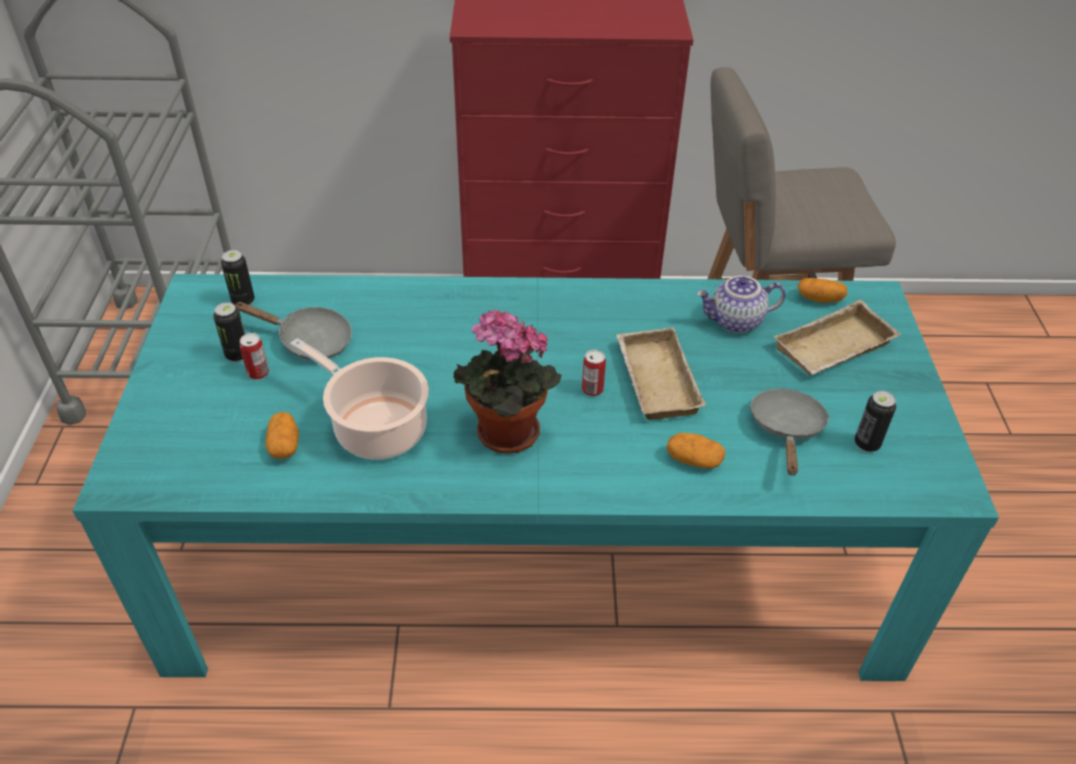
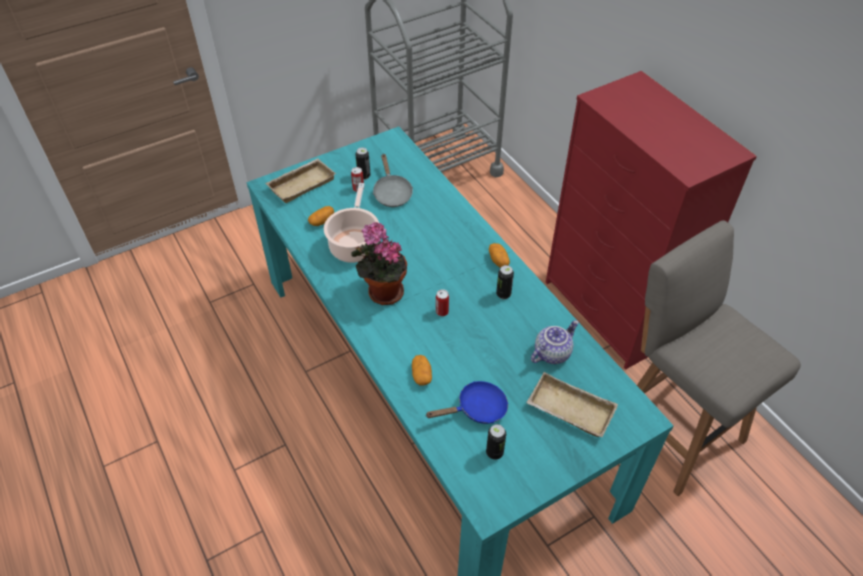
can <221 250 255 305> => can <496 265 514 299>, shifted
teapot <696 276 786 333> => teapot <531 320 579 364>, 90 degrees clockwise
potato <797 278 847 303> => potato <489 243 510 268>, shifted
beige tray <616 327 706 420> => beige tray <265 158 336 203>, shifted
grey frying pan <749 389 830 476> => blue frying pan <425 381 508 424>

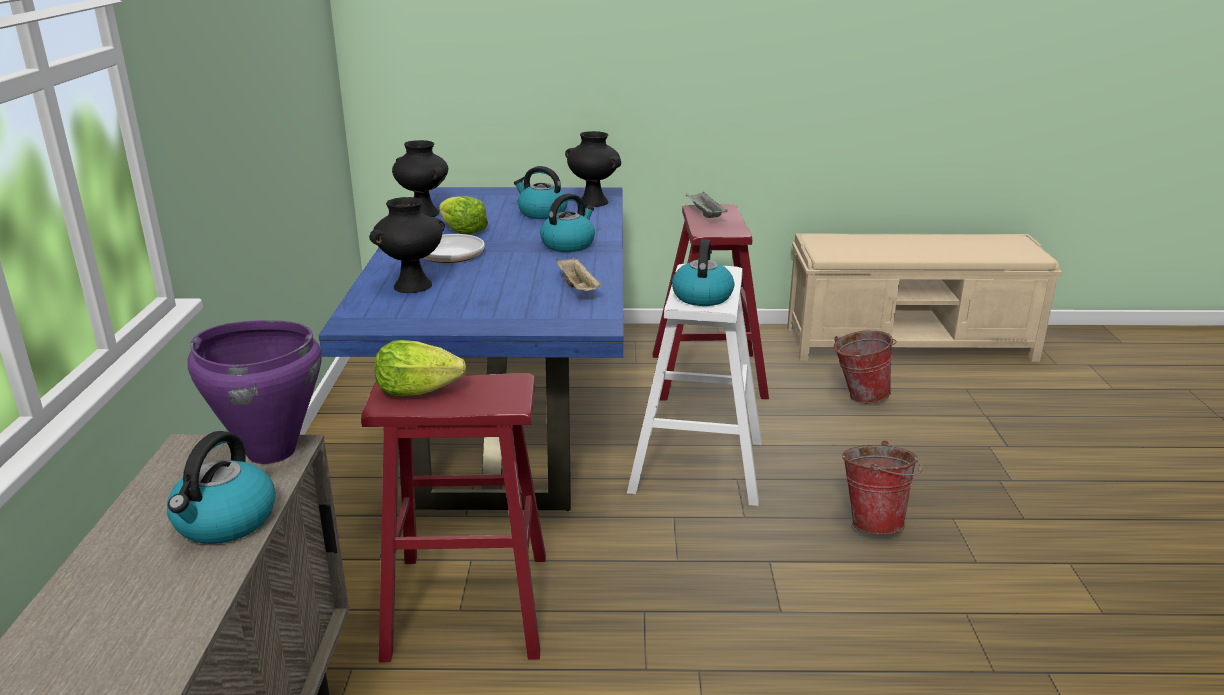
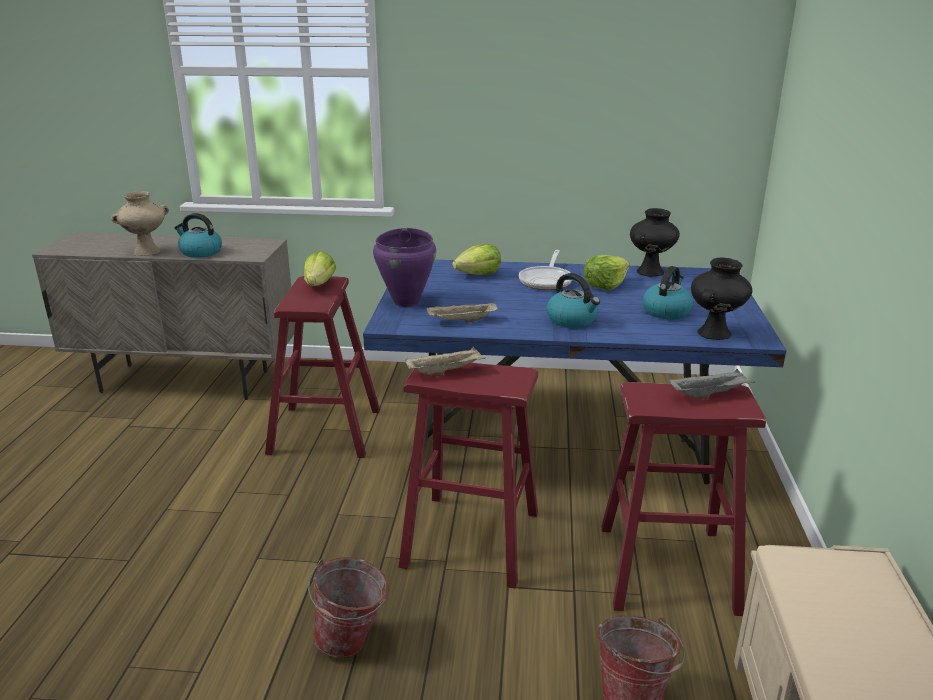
black vase <369 197 445 293> => lettuce <452 244 501 275>
kettle <672 239 734 306> => beige tray <405 347 486 376>
white stool <627 264 762 506> => red stool <399 362 538 589>
purple cooking pot <187 320 322 464> => purple cooking pot <373 228 436 307>, shifted
nothing => beige vase <111 191 169 256>

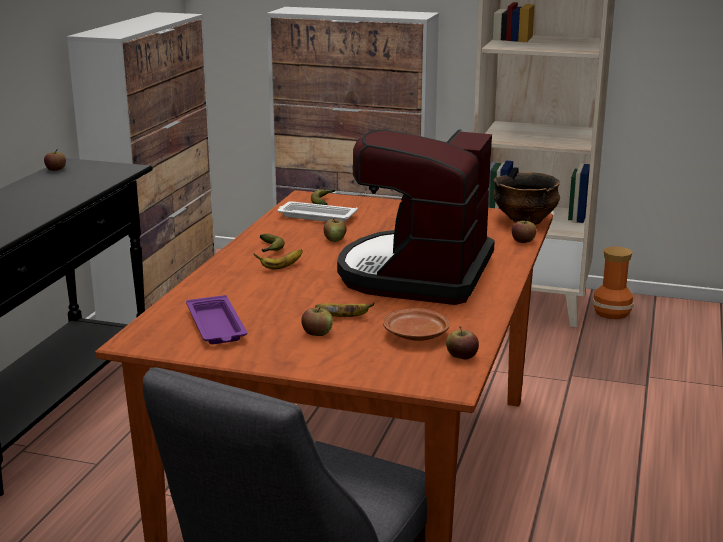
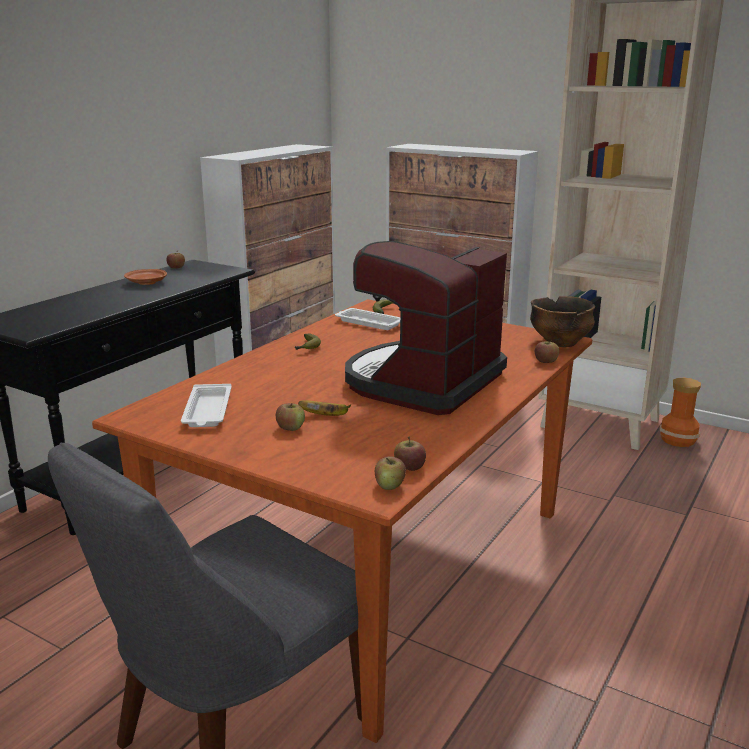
apple <324 218 346 242> => apple <375 456 406 490>, shifted
banana <254 249 303 270> => nothing
purple tray <186 295 247 344> => white tray <181 384 232 427>
brown plate <383 308 450 341> => brown plate <124 269 167 285>, shifted

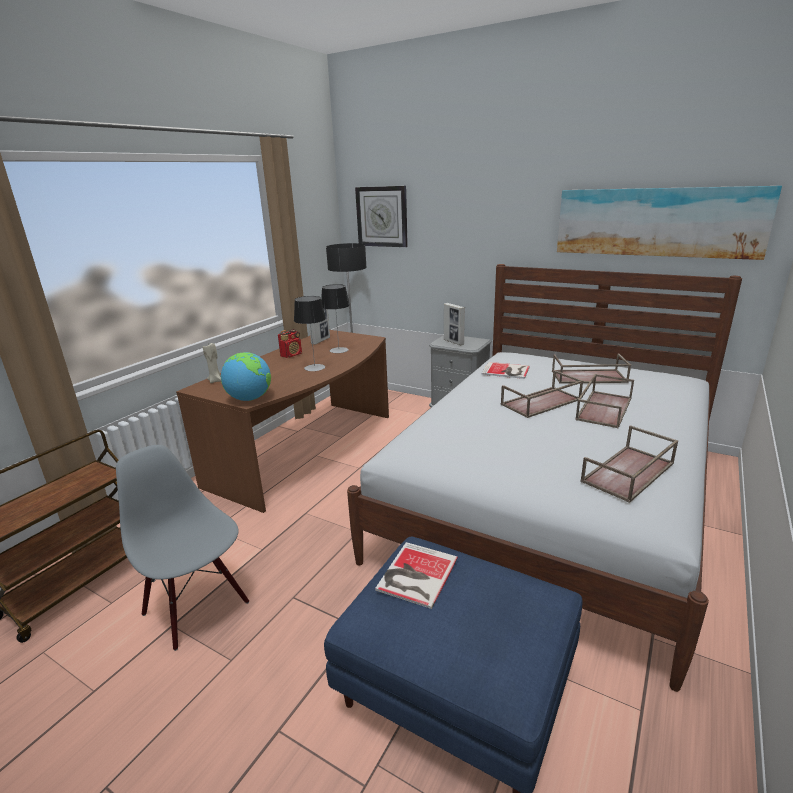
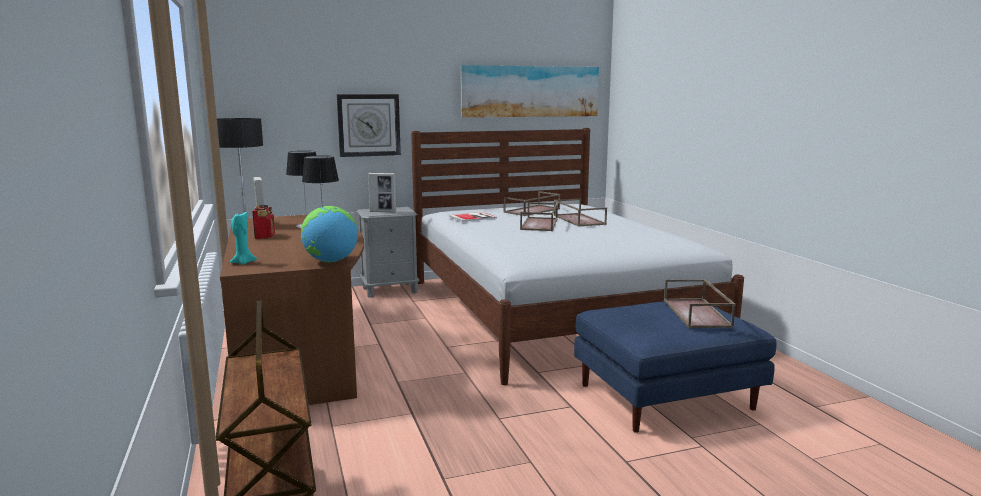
wall clock <355 186 408 247> => wall clock <337 94 401 157>, shifted
beige candle <203 343 221 383> => turquoise candle <230 212 257 265>
brown tray <580 425 678 503> => brown tray <664 279 736 328>, shifted
grey chair <116 445 249 651> => nothing
book <375 542 458 609> => nothing

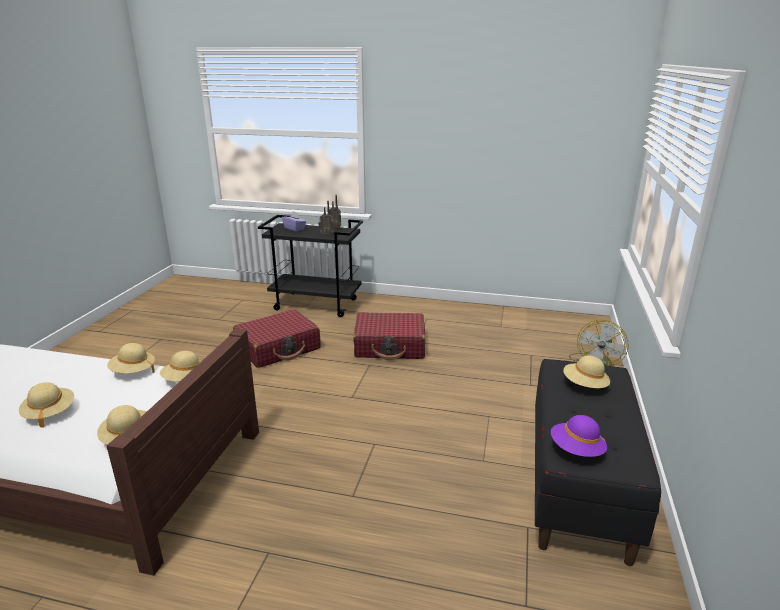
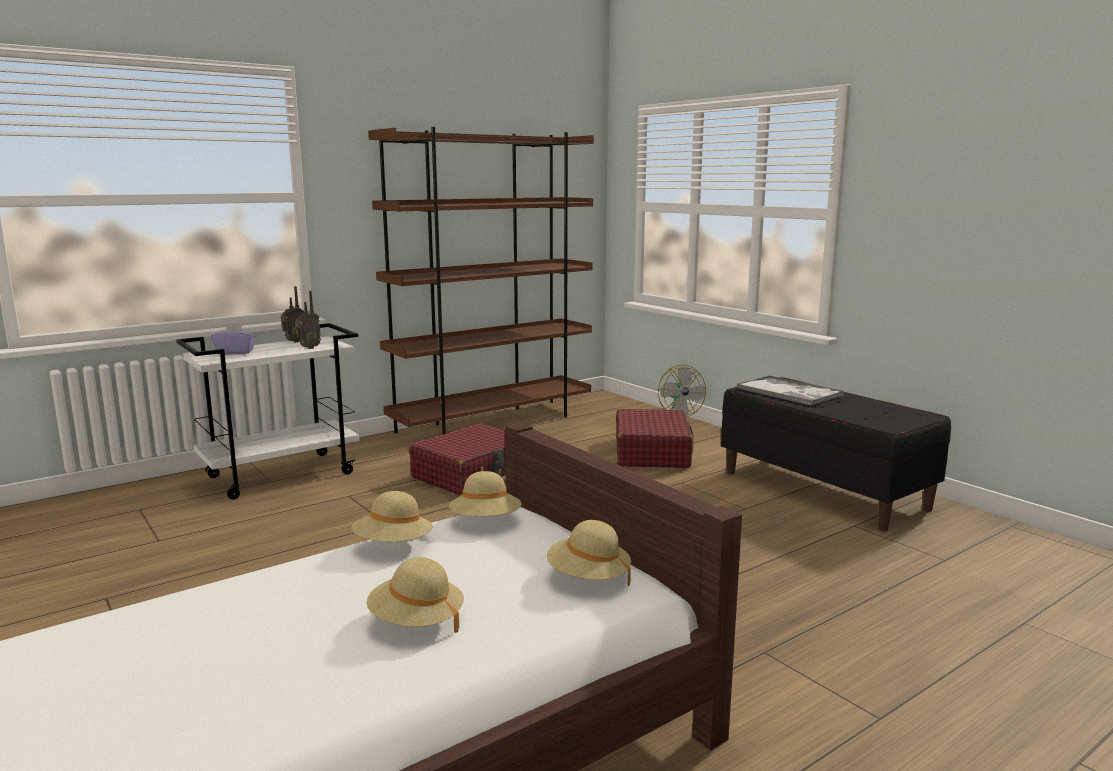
black cart <258 215 363 317> => white cart <176 323 360 500>
red suitcase <233 309 321 368> => red suitcase <616 409 694 468>, shifted
beige hat <563 356 610 388> => tray <737 375 844 406>
purple hat <551 415 607 457> => nothing
nothing => brown bookcase <368 127 594 435>

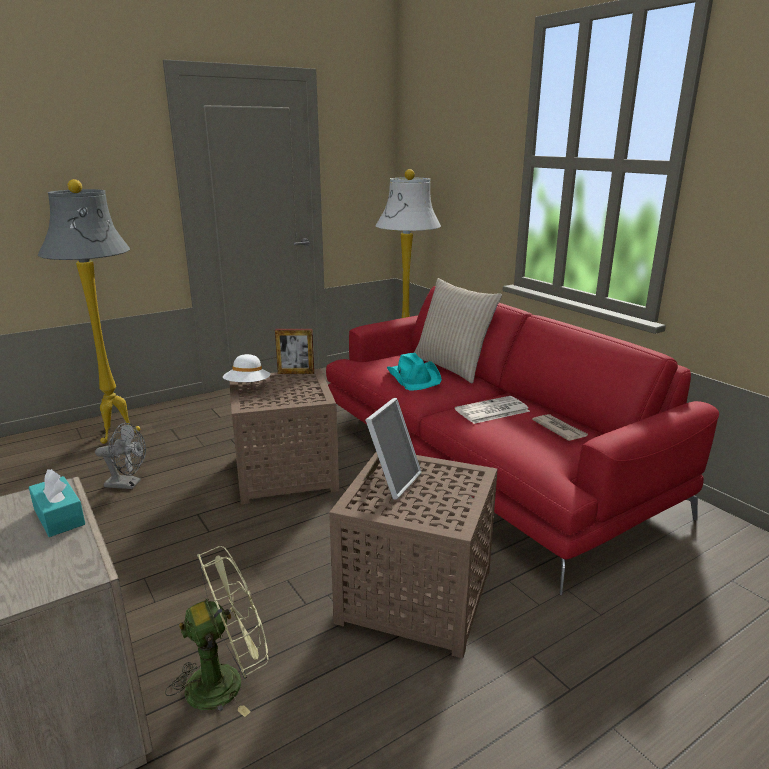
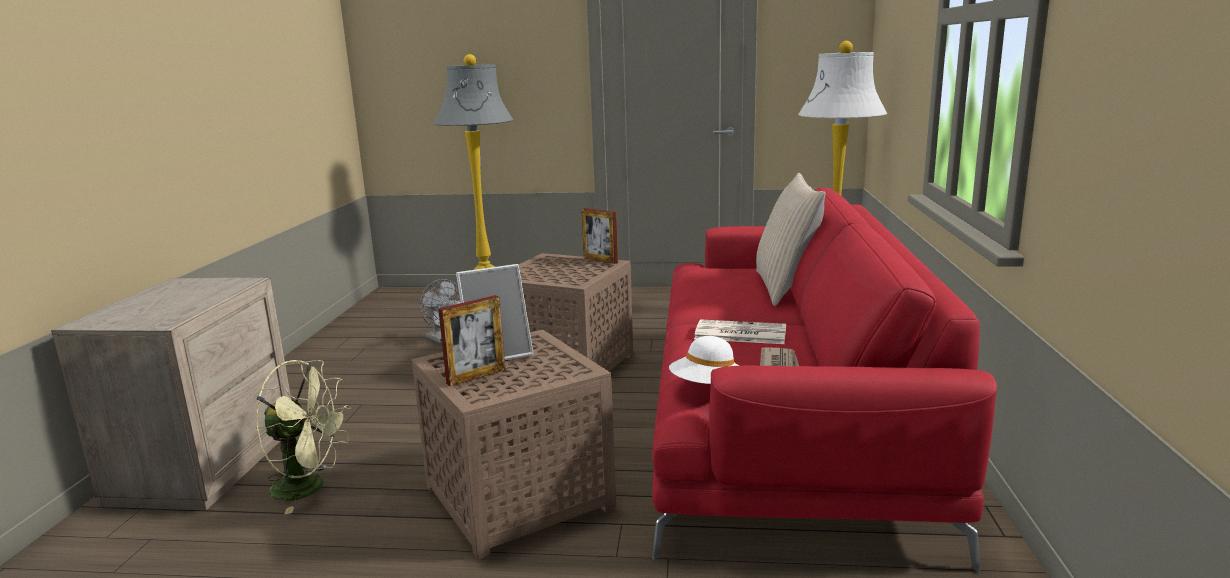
turquoise hat <387 353 442 391> => nothing
white hat <223 354 271 382> => white hat <669 336 739 384>, shifted
turquoise tissue box <29 469 85 537> => nothing
nothing => picture frame <438 295 506 386>

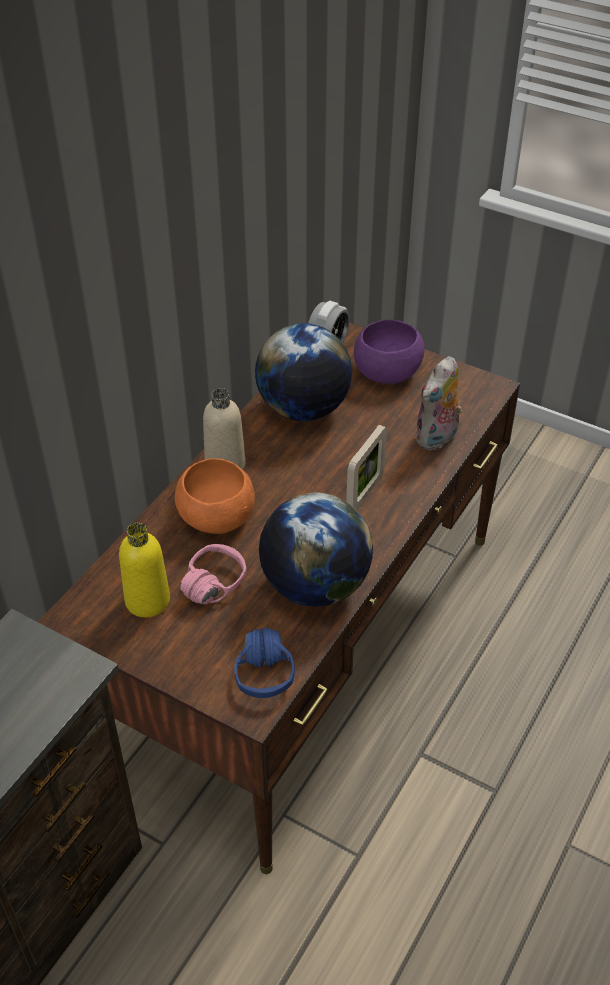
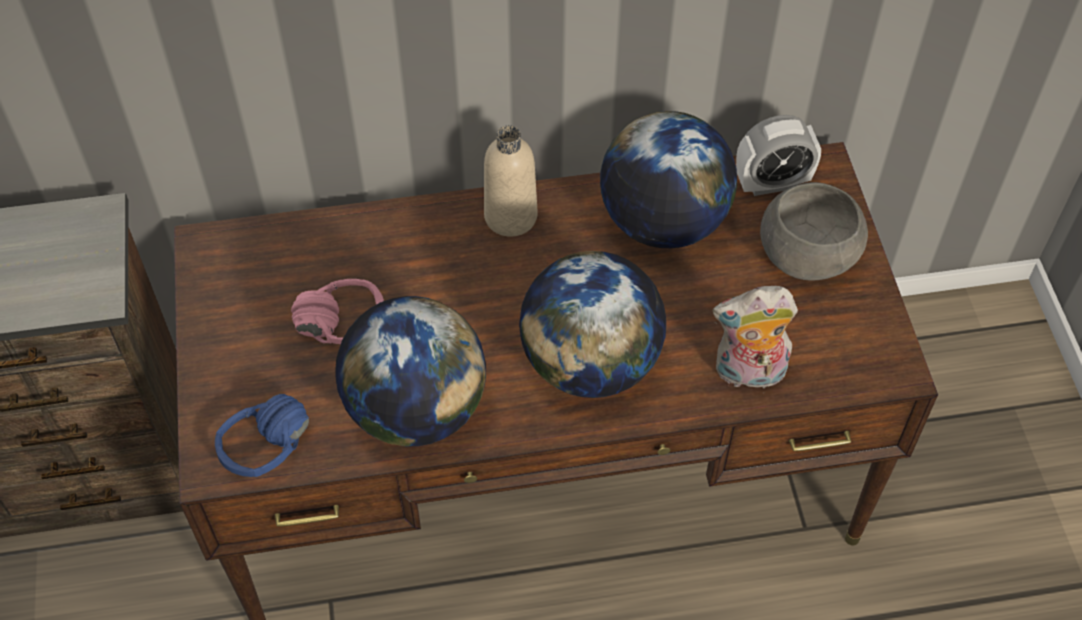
purple bowl <354 320 425 384> => grey bowl <760 182 868 280>
picture frame <346 425 387 510> => globe <519 251 666 398>
orange bowl <175 458 255 534> => nothing
yellow bottle <119 523 170 618> => nothing

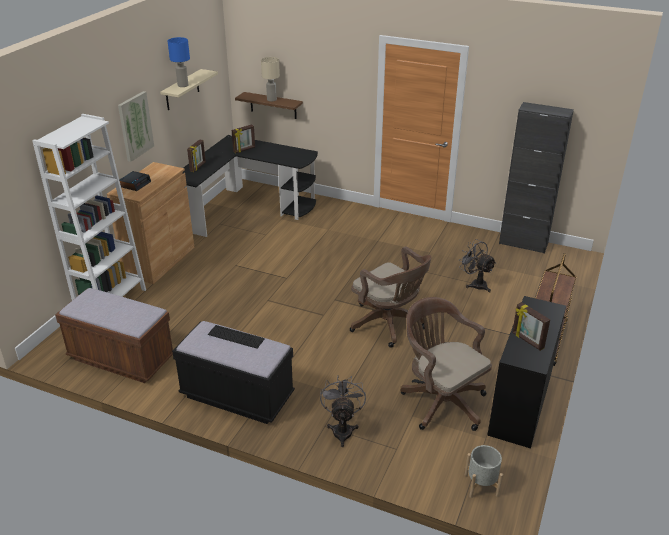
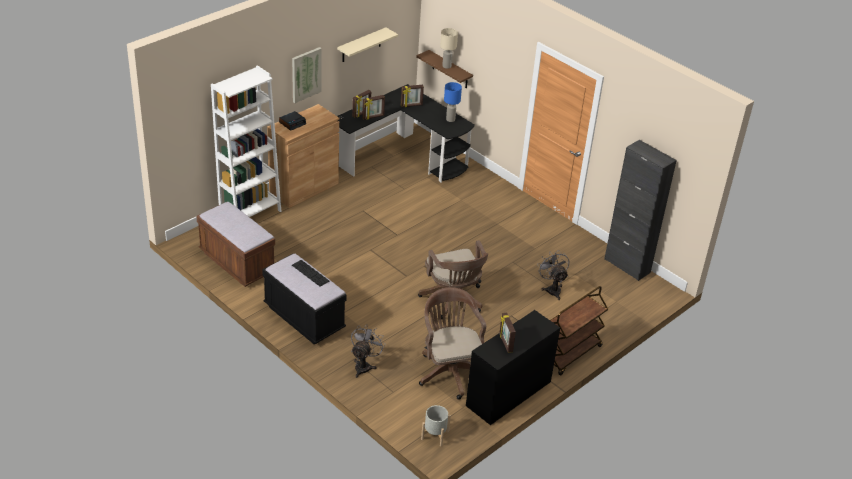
blue table lamp <168 37 190 87> => blue table lamp <444 82 462 122>, shifted
nothing => picture frame <362 95 385 120>

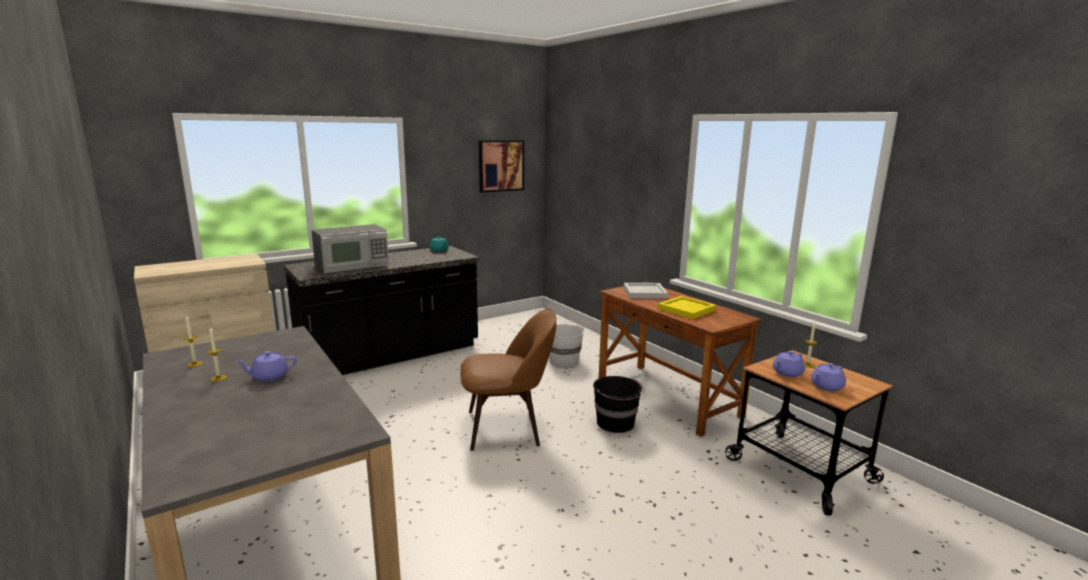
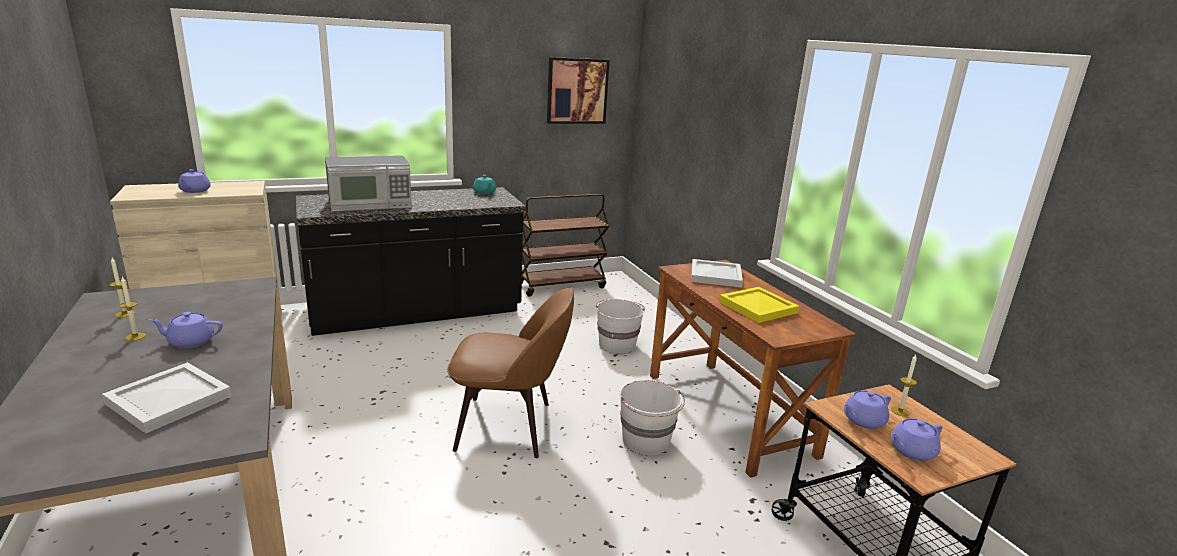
black bucket <593 376 644 433> => white bucket <619 380 685 455>
nothing => purple teapot <178 169 211 193>
nothing => brown cart <522 194 610 297>
nothing => white tray <102 362 232 433>

